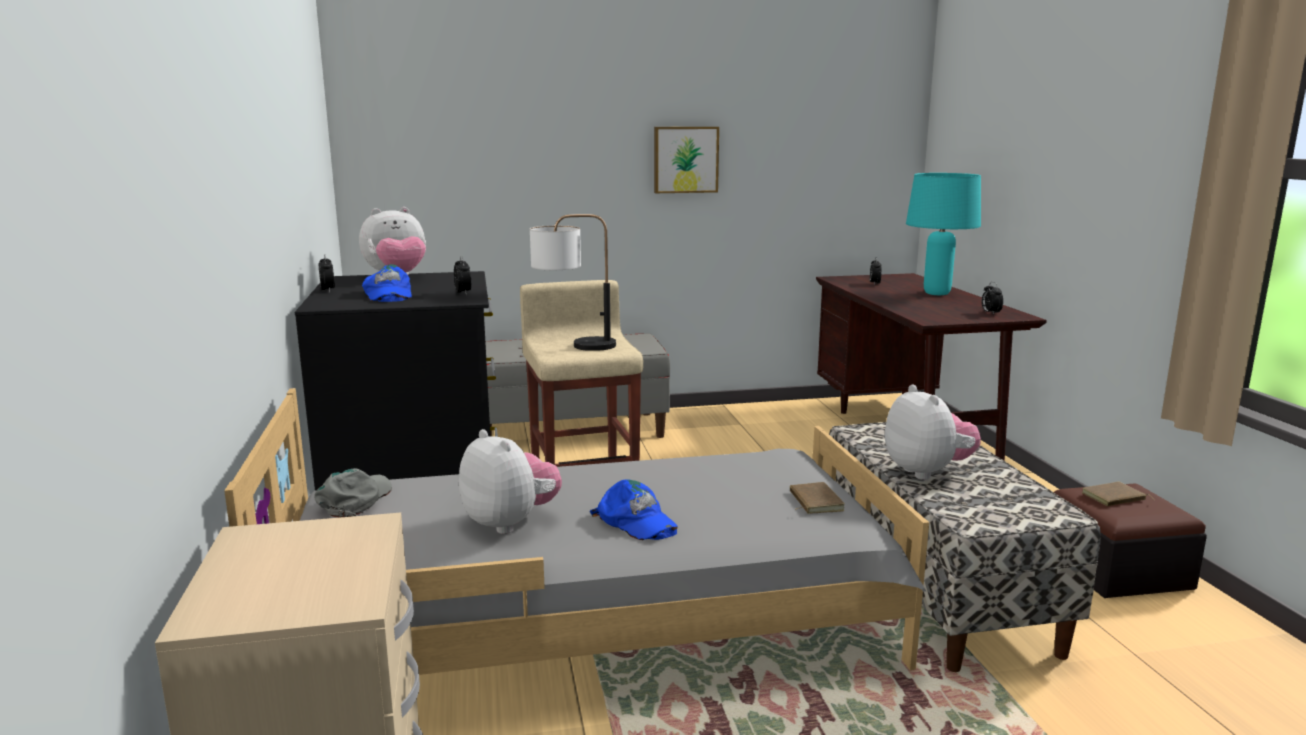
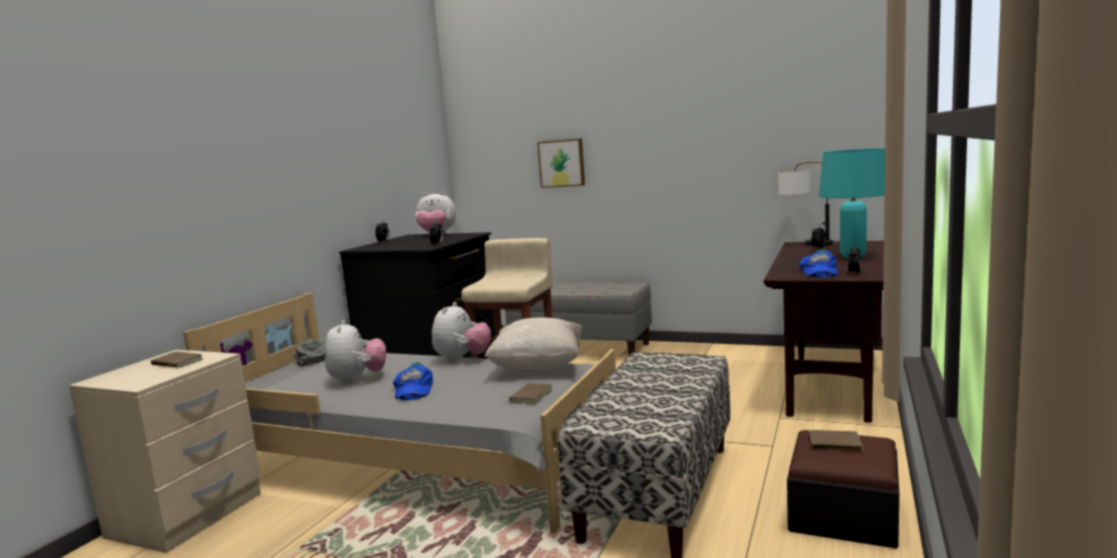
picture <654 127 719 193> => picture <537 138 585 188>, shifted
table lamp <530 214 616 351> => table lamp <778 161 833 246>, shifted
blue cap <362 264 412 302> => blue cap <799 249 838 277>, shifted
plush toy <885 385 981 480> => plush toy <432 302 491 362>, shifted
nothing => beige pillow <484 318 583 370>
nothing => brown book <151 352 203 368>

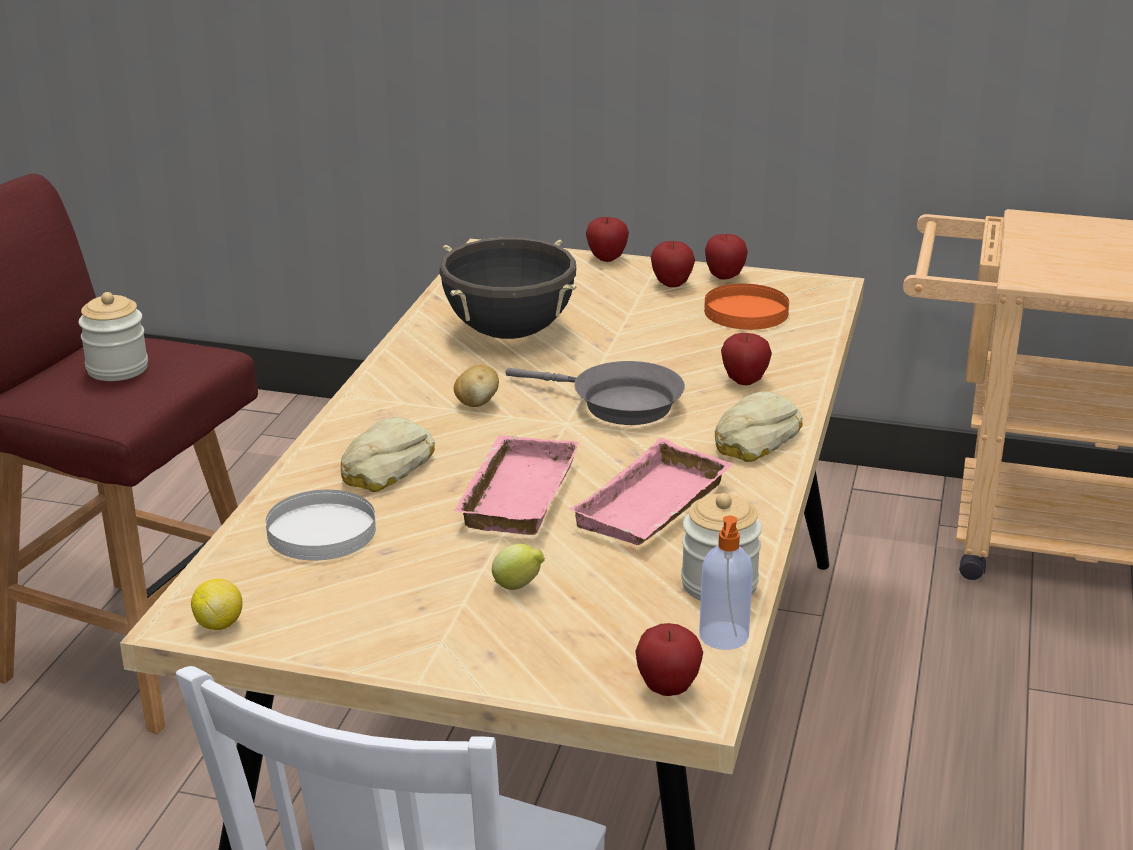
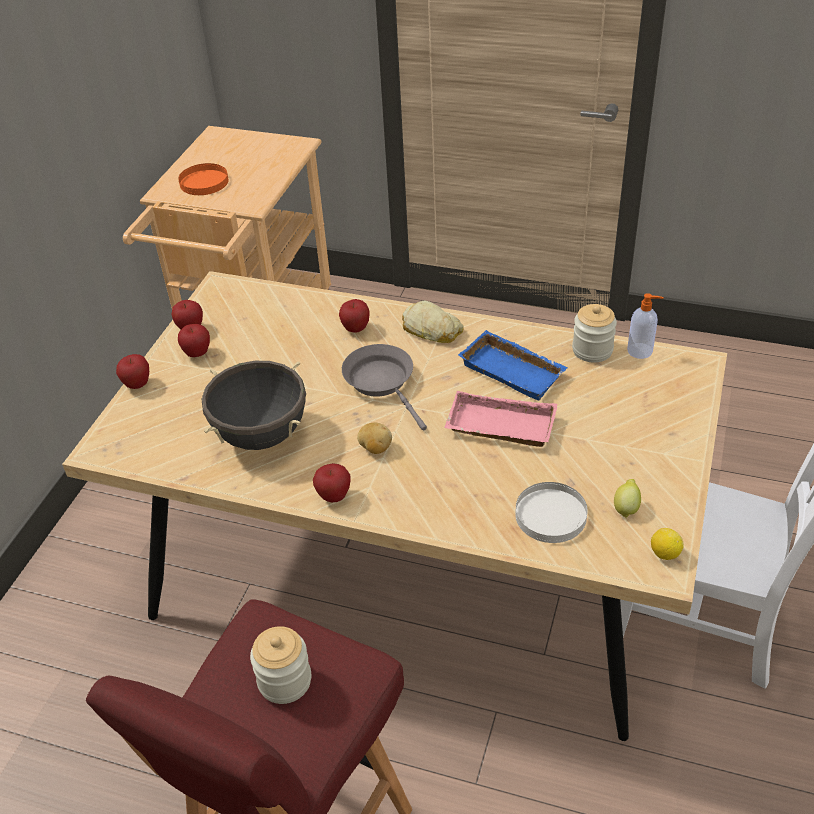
orange plate <704 284 789 330> => orange plate <178 163 229 195>, shifted
grey frying pan <506 361 685 425> => grey frying pan <342 344 427 430>, 60 degrees counterclockwise
bread <341 417 435 492> => nothing
pink tray <569 438 733 545> => blue tray <458 330 568 400>
lemon <492 544 545 590> => lemon <614 479 641 518>, shifted
apple <635 623 703 696> => apple <313 463 351 502>, shifted

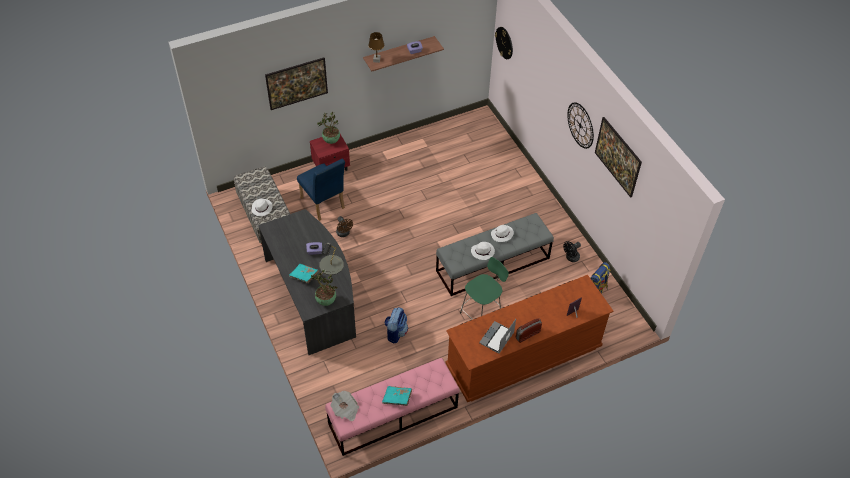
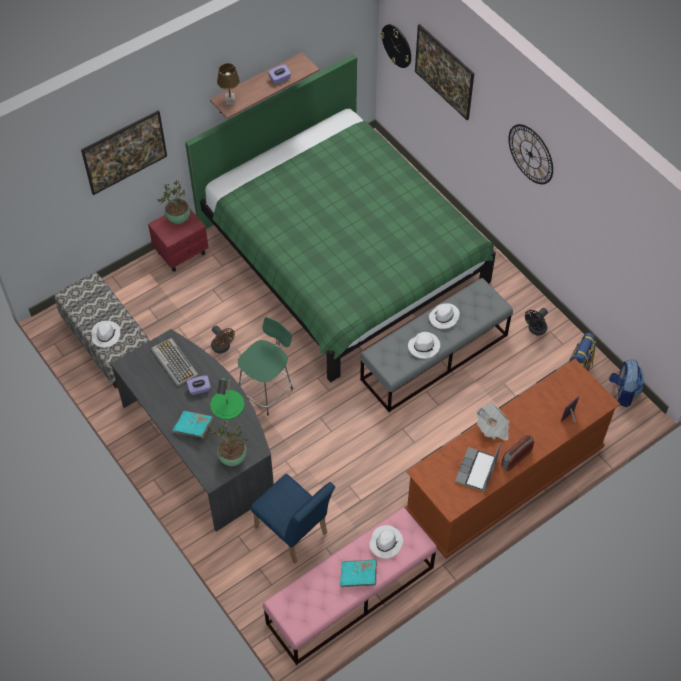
picture <595 117 642 198> => picture <415 24 474 120>, shifted
blue chair <297 159 345 221> => blue chair <251 474 335 564>, shifted
grey table lamp <319 243 344 275> => green table lamp <210 378 245 419>
green stool <460 257 509 320> => green stool <238 317 293 416>, shifted
backpack <385 307 408 344> => backpack <609 359 644 407>, shifted
newspaper <330 391 359 421> => newspaper <477 404 510 441>, shifted
nothing => green bed <185 54 496 382>
nothing => keyboard <151 338 199 387>
nothing => white hat <370 525 403 559>

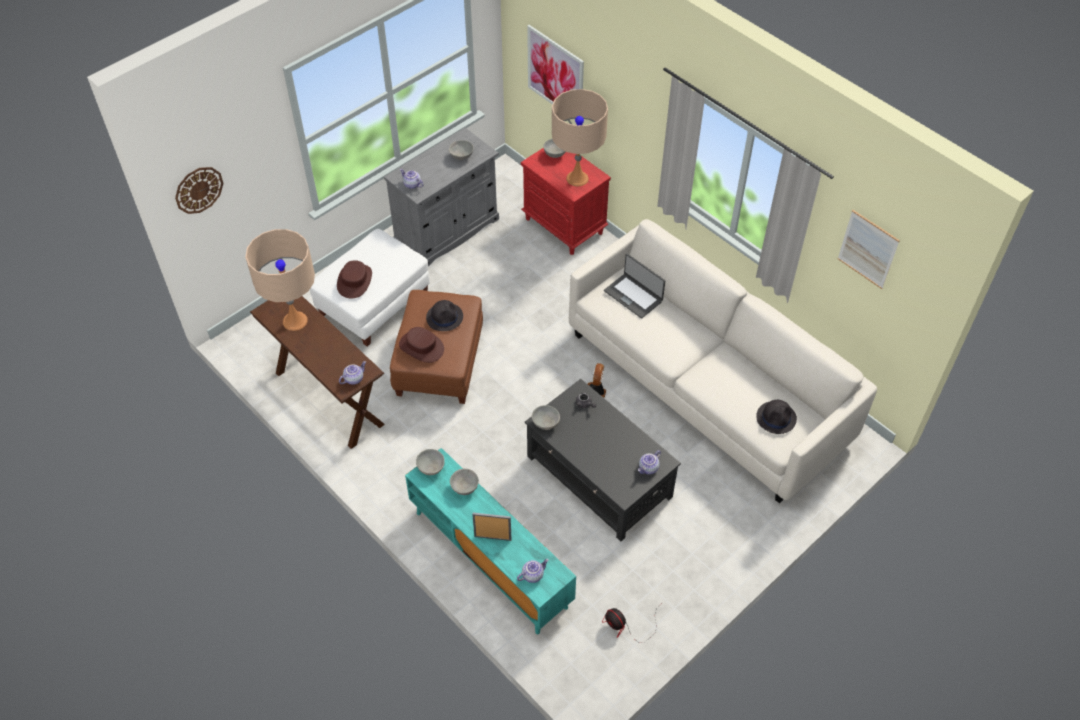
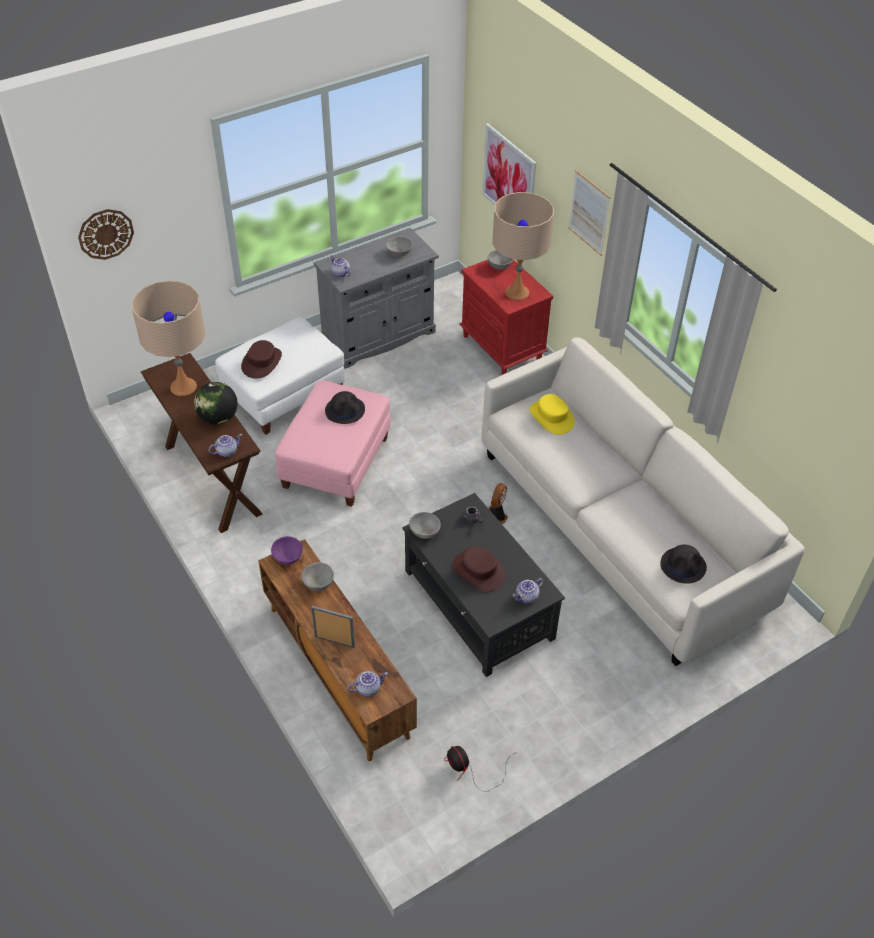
picture <838 210 900 289> => picture <568 170 611 256>, shifted
laptop <604 253 665 319> => yellow hat <530 394 575 435>
brown ottoman <390 290 483 404> => pink ottoman <275 380 391 507>
brown hat <399 327 444 363> => brown hat <452 546 505 592>, shifted
turquoise tv stand <405 448 576 634> => brown tv stand <258 539 417 761>
grey bowl <416 449 445 475> => purple bowl <271 536 303 565>
nothing => globe <194 382 238 425>

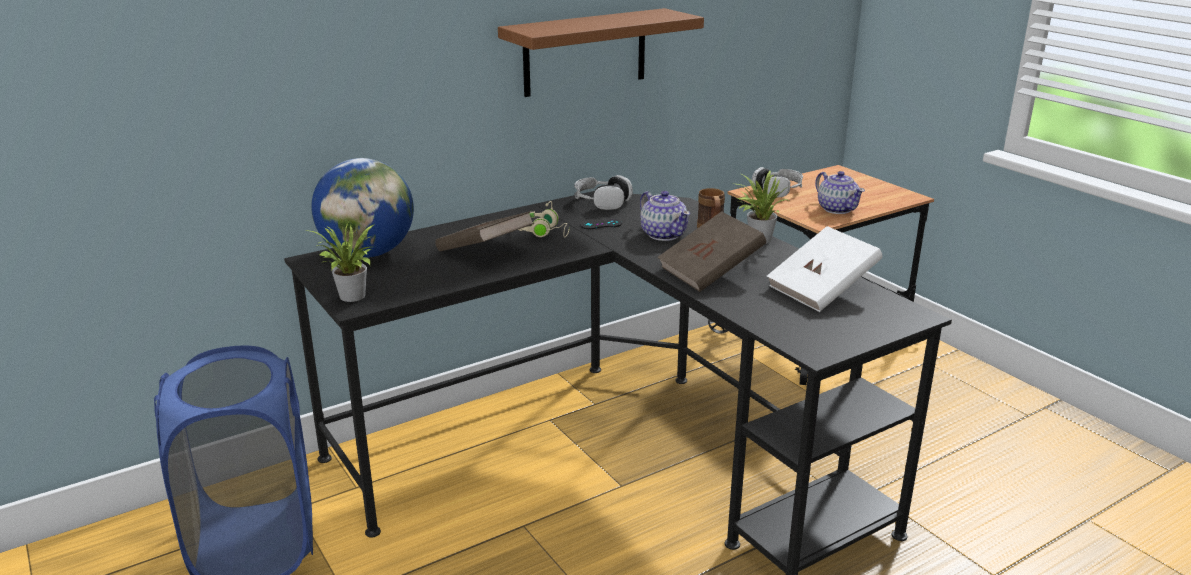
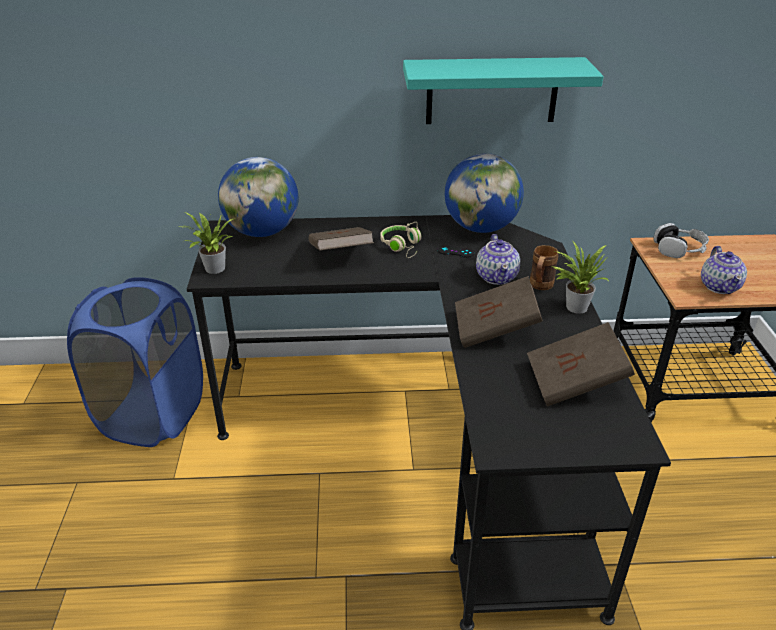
brown shelf <498 8 704 97> => turquoise shelf <403 57 603 124>
headphones <574 175 633 210> => globe <445 153 524 233>
white book <767 226 882 312> => brown book <527 322 635 407>

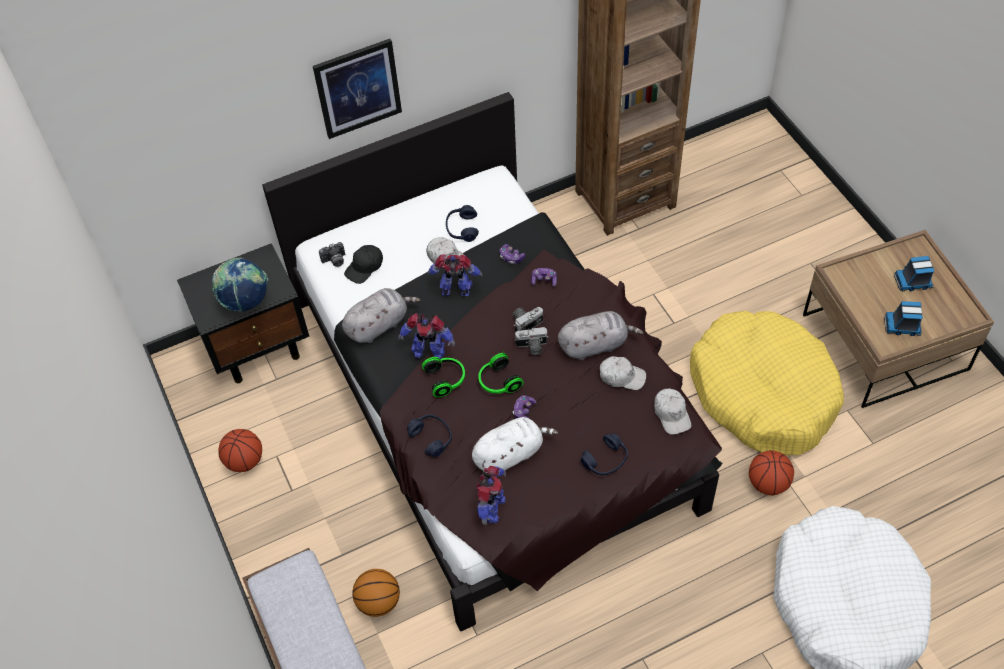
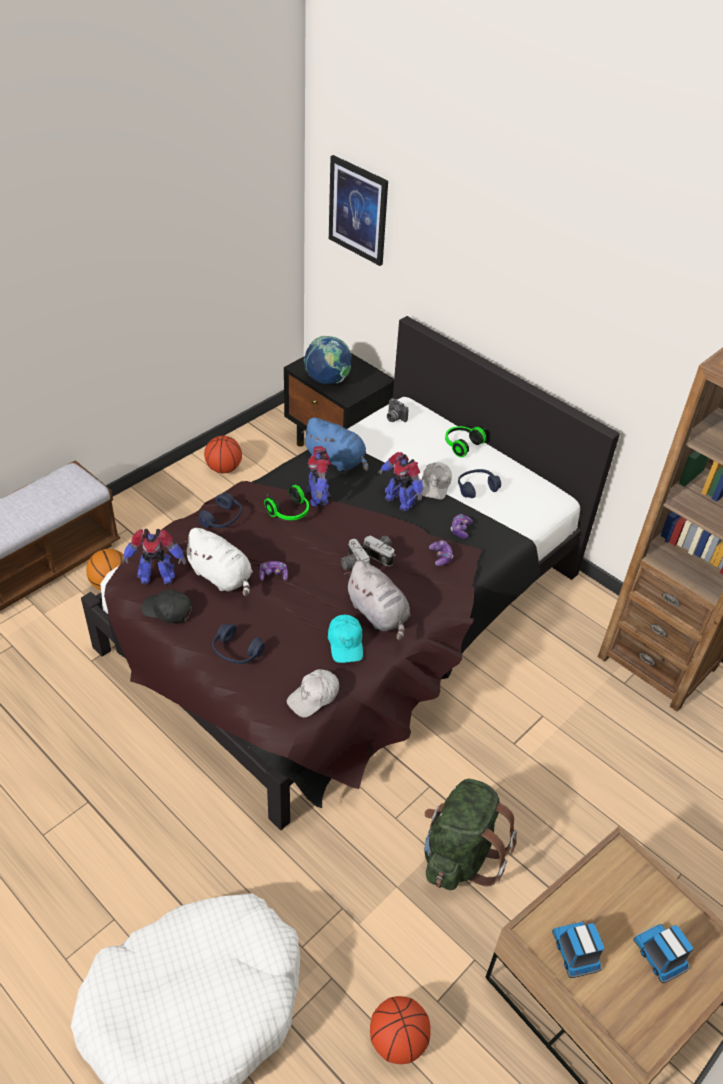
picture <313 39 402 139> => picture <329 155 388 266>, shifted
black cap <344 245 383 284> => black cap <142 589 192 623>, shifted
toy robot <427 254 483 296> => toy robot <378 452 423 511>, 150 degrees clockwise
grey plush toy <342 288 421 343> => blue plush toy <302 417 368 471>
yellow dog bed <690 311 844 455> => green backpack <424 779 517 890>
headphones <478 350 524 394> => headphones <445 426 486 458>, shifted
white cap <600 356 646 390> => turquoise cap <328 615 363 663>
basketball <749 450 794 495> => basketball <370 996 431 1064>, shifted

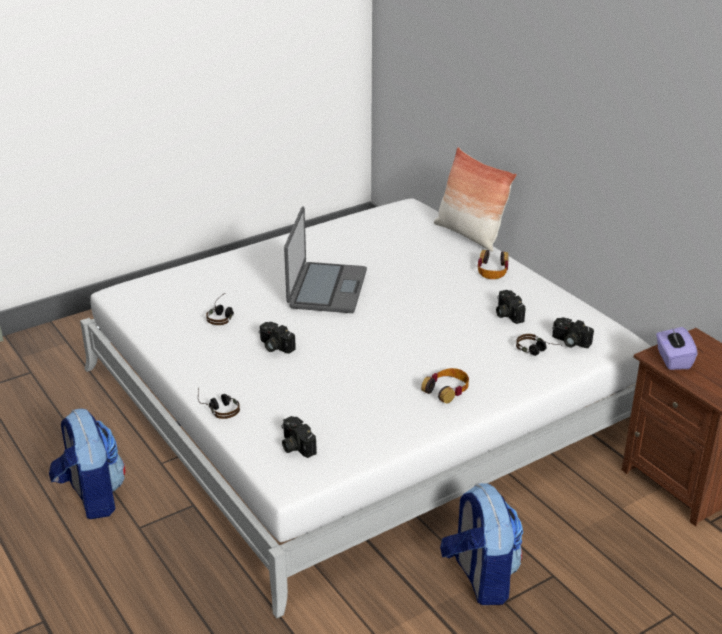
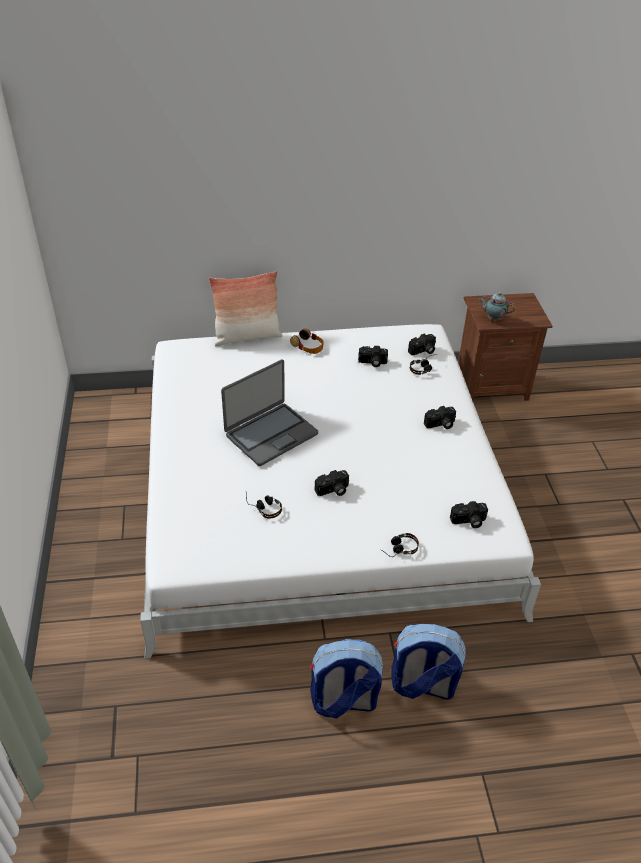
laptop <284 206 367 313> => laptop <221 359 318 466>, 105 degrees clockwise
purple tissue box <656 327 698 370> => teapot <479 292 515 321>
headphones <421 368 469 403> => photo camera <424 406 456 429>
backpack <440 483 523 605> => backpack <391 624 466 700>, shifted

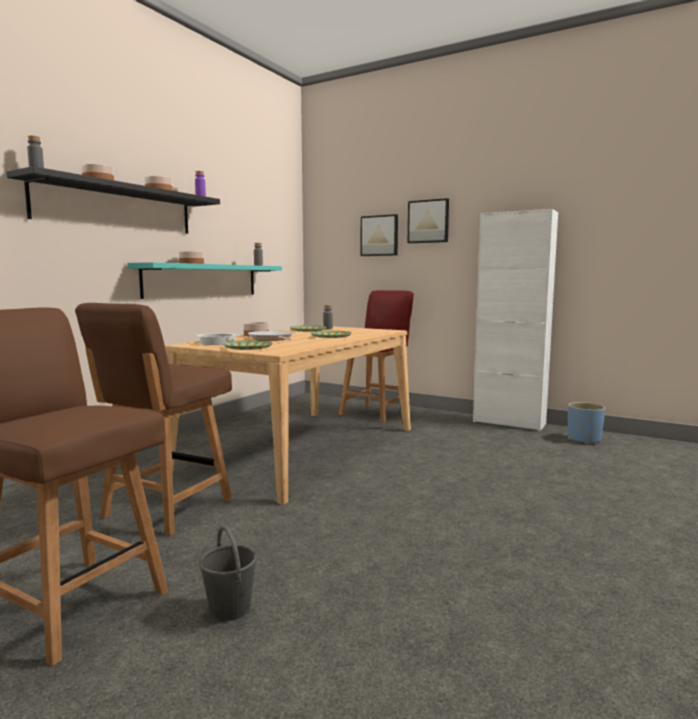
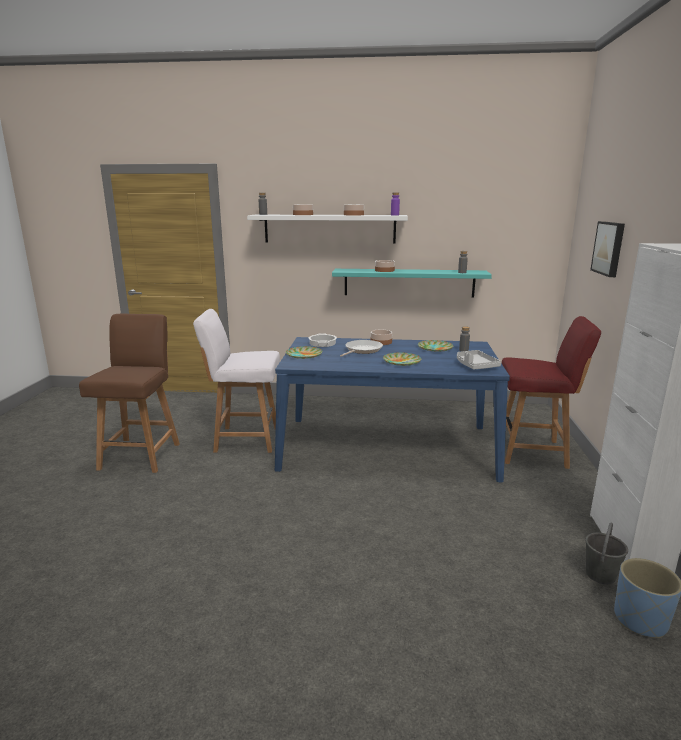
black shelf <6 166 220 234> => white shelf <247 215 408 244>
picture <408 198 449 243> => nothing
brown chair <75 303 232 536> => white chair <193 309 280 453>
beige dining table <165 327 411 505> => blue dining table <275 337 510 482>
grey bucket <199 525 257 621> => grey bucket <585 523 628 584>, shifted
nothing => grey tray <457 350 501 370>

